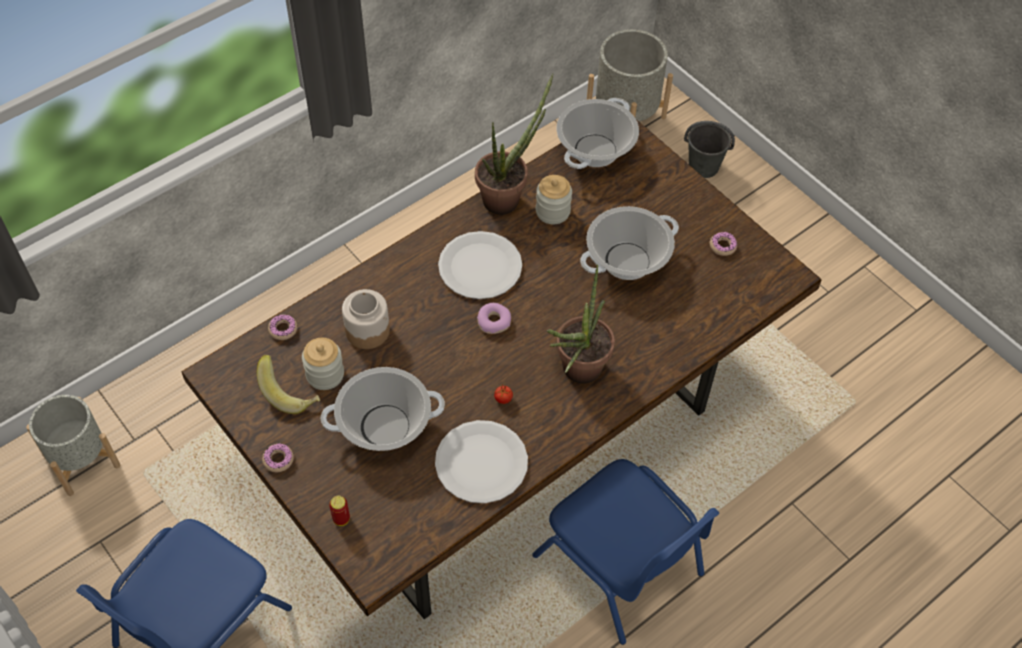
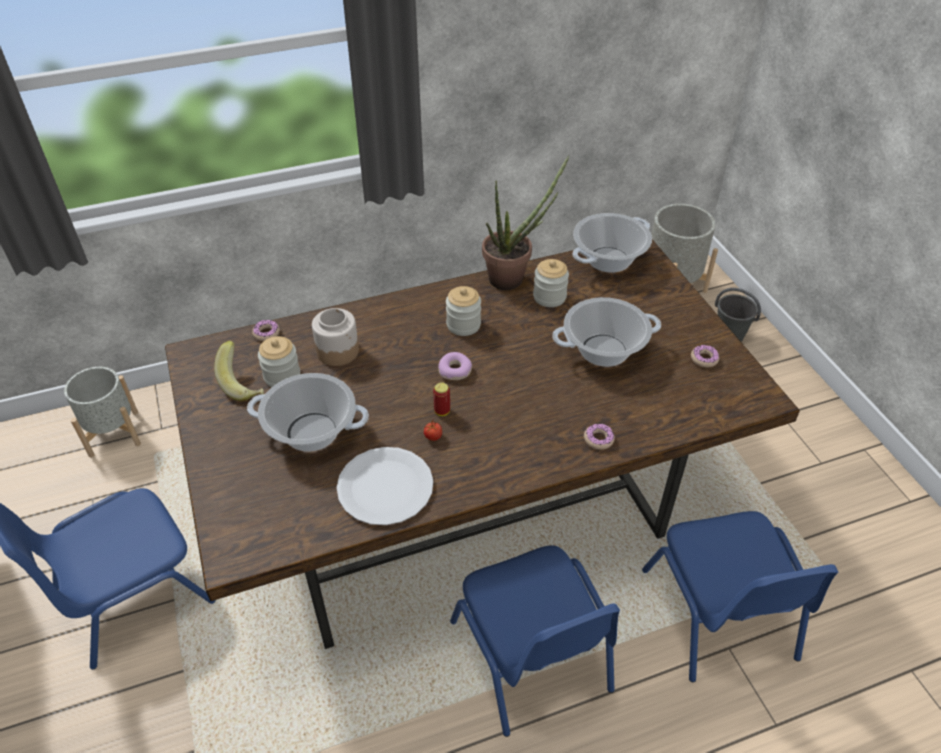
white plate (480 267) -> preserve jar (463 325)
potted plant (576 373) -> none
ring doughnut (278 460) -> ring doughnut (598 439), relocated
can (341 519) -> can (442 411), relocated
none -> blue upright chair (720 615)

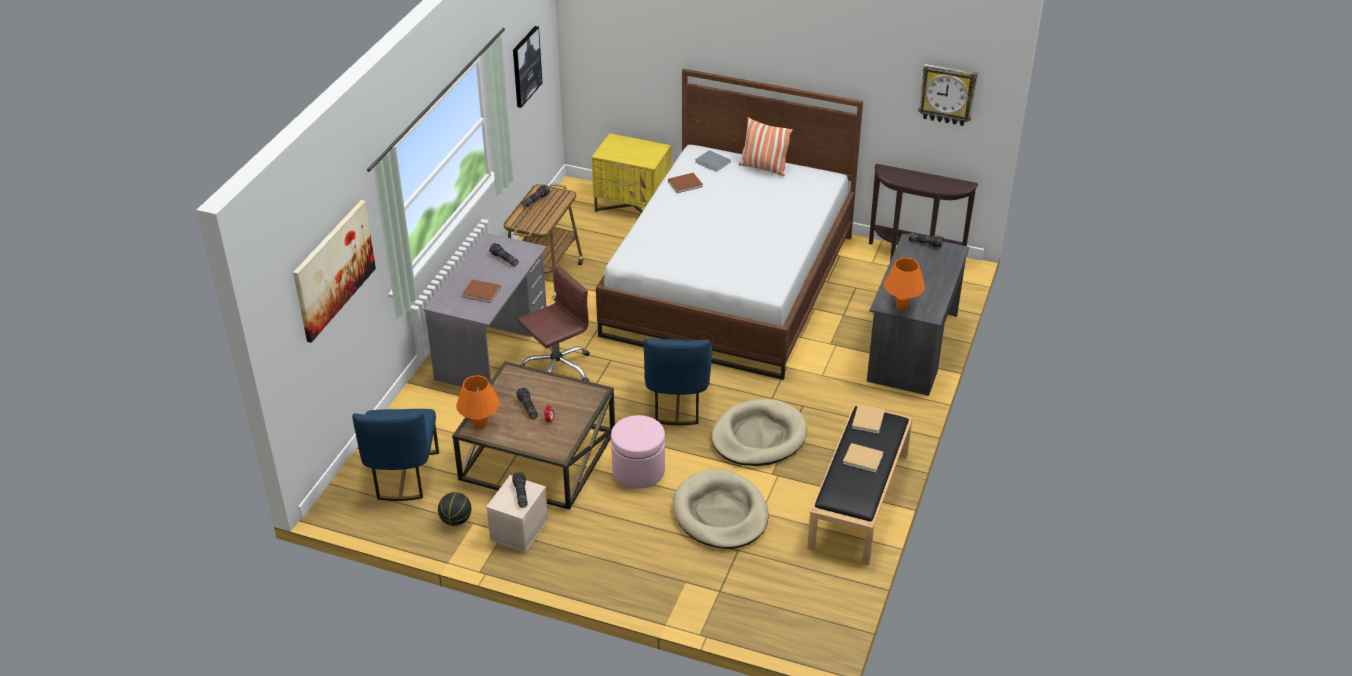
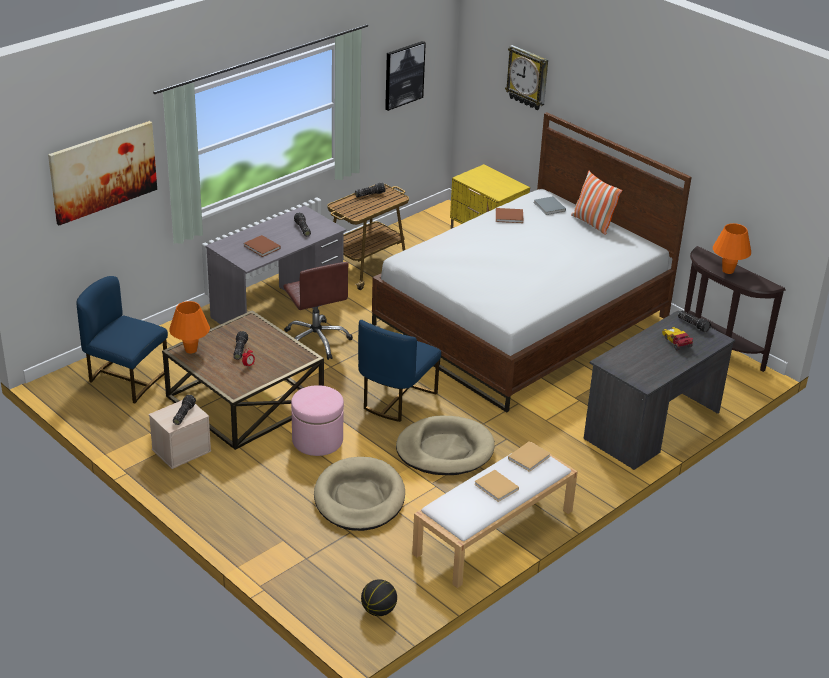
clock on the wall (947 94) -> clock on the wall (528 78), relocated
orange tabletop lamp (901 306) -> orange tabletop lamp (727 271), relocated
brownish office chair (557 368) -> brownish office chair (316 340), 75 degrees clockwise
black long seat (859 501) -> white long seat (493 533)
blue upright chair (403 475) -> blue upright chair (126 379), 90 degrees clockwise
basketball (456 520) -> basketball (378 610), relocated
none -> model car (677 342)

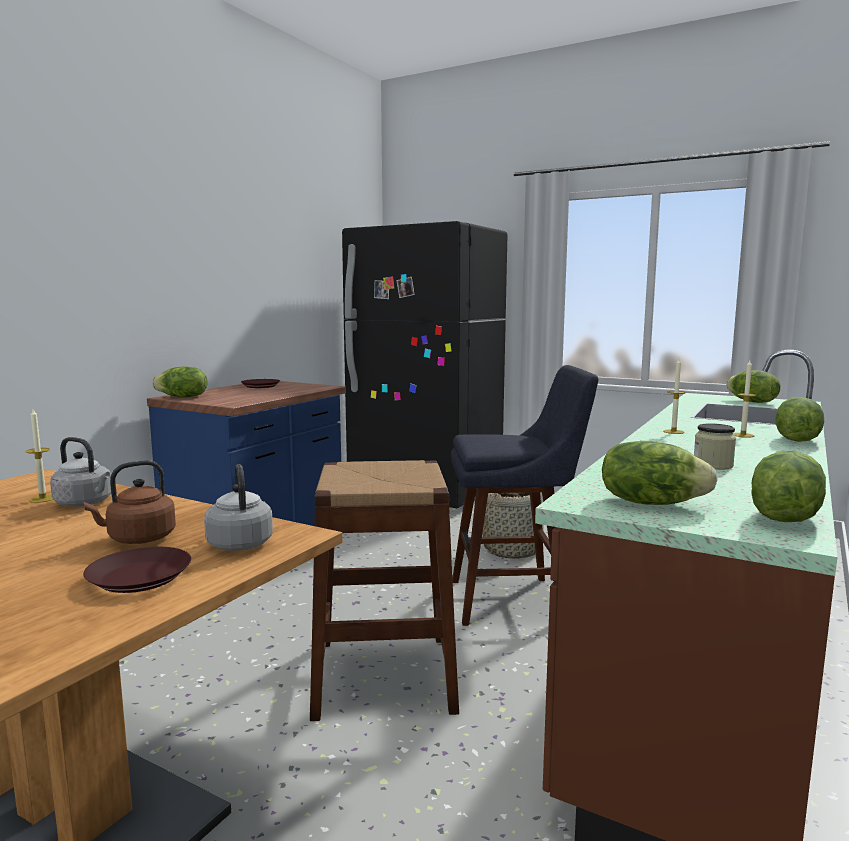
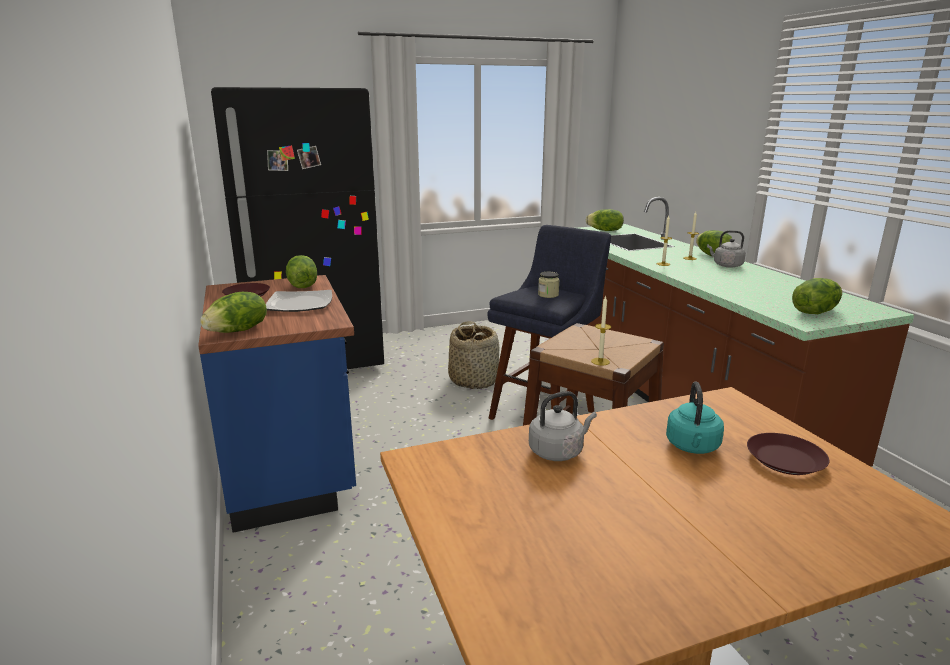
wax light (43 499) -> wax light (600 361), relocated
preserve jar (713 465) -> preserve jar (548 295), relocated
lettuce (783 516) -> lettuce (302 286), relocated
brownish kettle (138 539) -> blue-green kettle (692 447)
gray kettle (240 543) -> gray kettle (726 265), relocated
none -> plate (299 304)

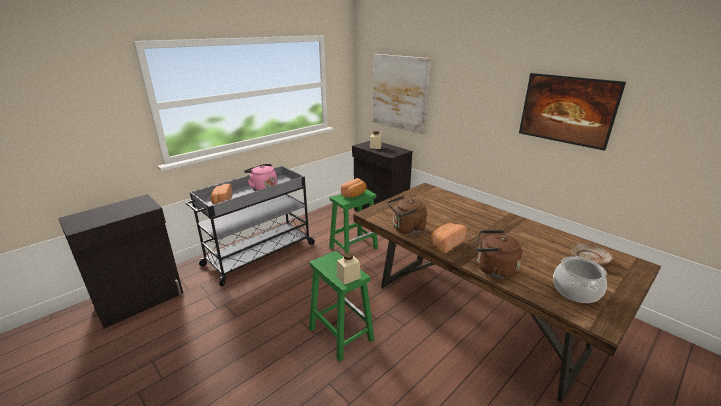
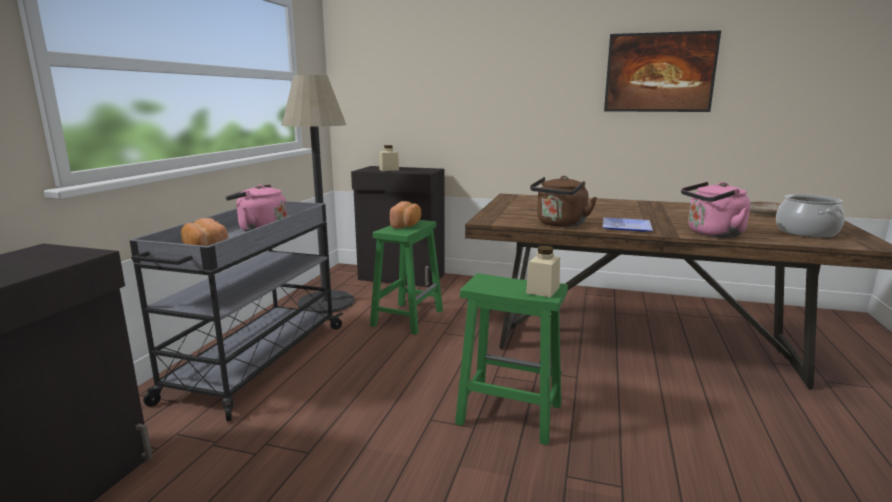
wall picture (400 93) -> none
baked bread (446 244) -> plate (628 227)
brownish kettle (493 269) -> pink-coloured kettle (712 233)
none -> floor lamp (326 302)

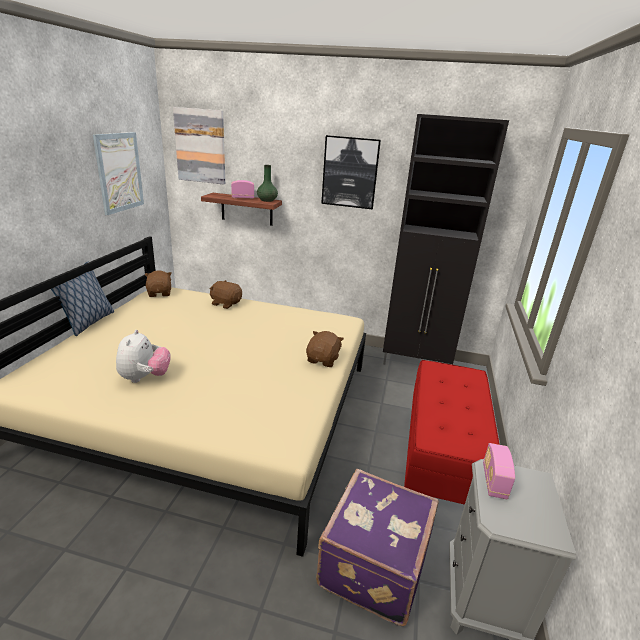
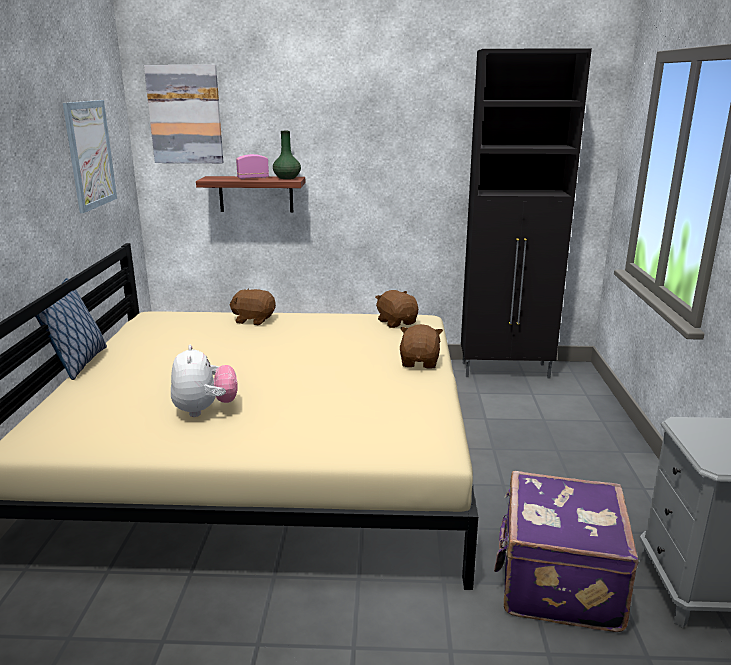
wall picture (350 172) -> none
brownish plush toy (160 293) -> brownish plush toy (397 322), relocated
red long seat (441 460) -> none
radio (494 481) -> none

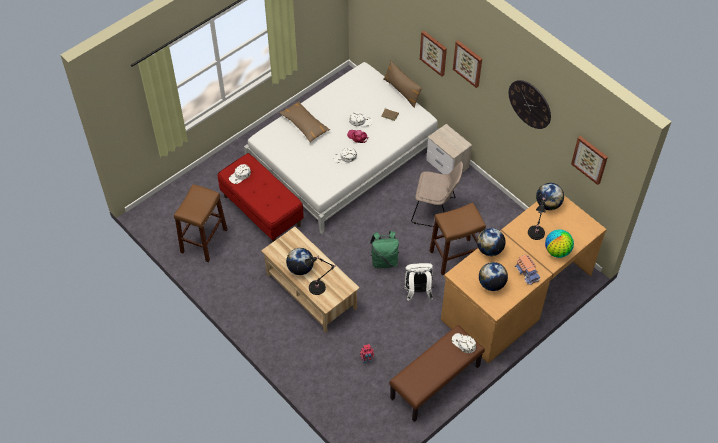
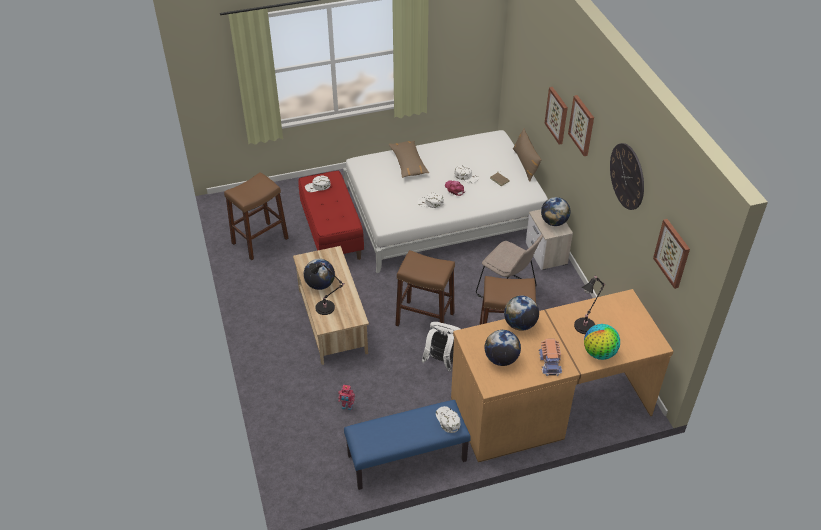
desk globe (548 204) -> desk globe (554 222), relocated
green-coloured rucksack (384 260) -> brownish stool seat (425 319)
brownish long seat (435 382) -> blue long seat (406 459)

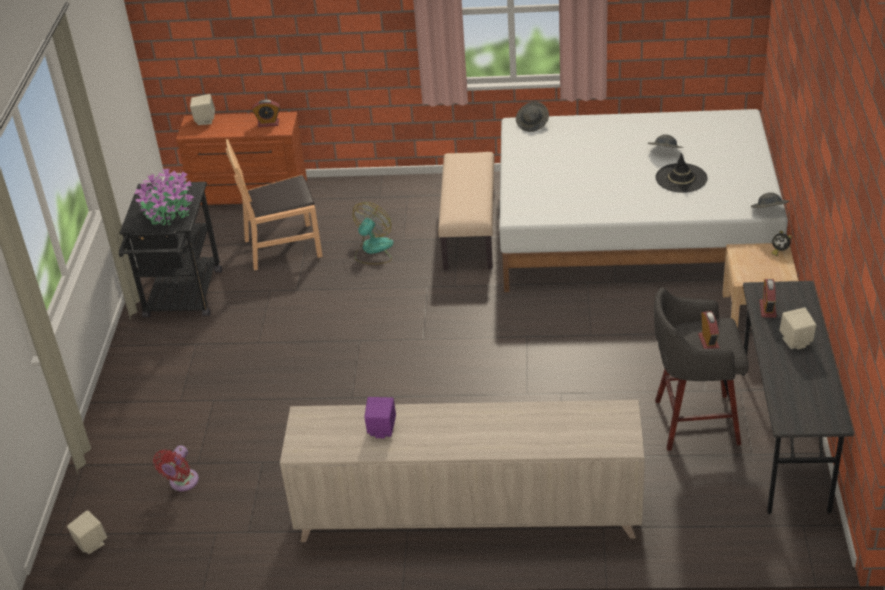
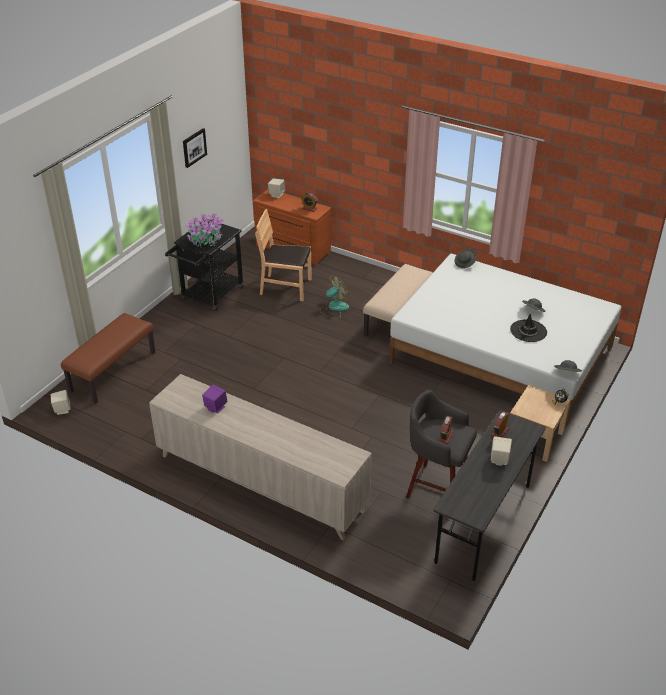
red cooling fan (182 483) -> none
none -> wall picture (194 147)
none -> brownish long seat (113 372)

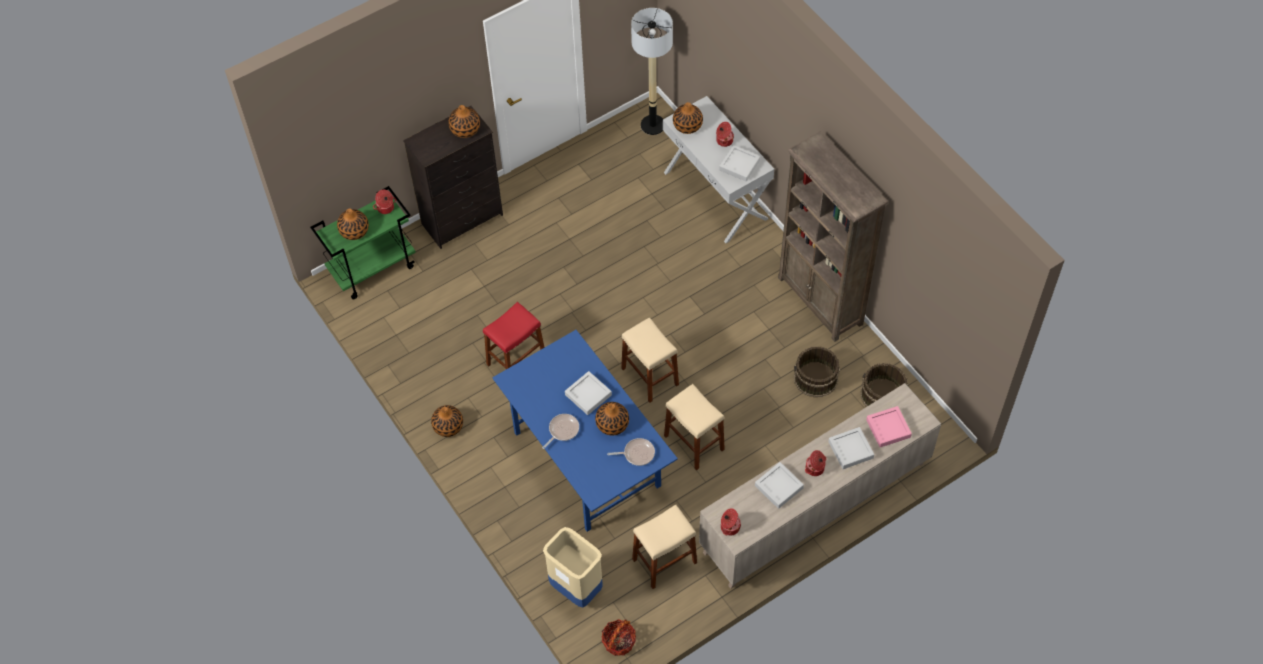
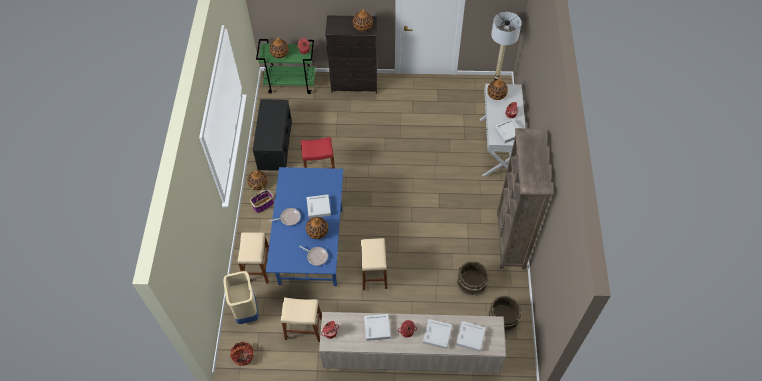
beige stool seat (650 376) -> beige stool seat (258 268), relocated
pink-coloured serving tray (888 428) -> gray serving tray (470 337)
none -> black long seat (274 144)
none -> household basket (263 204)

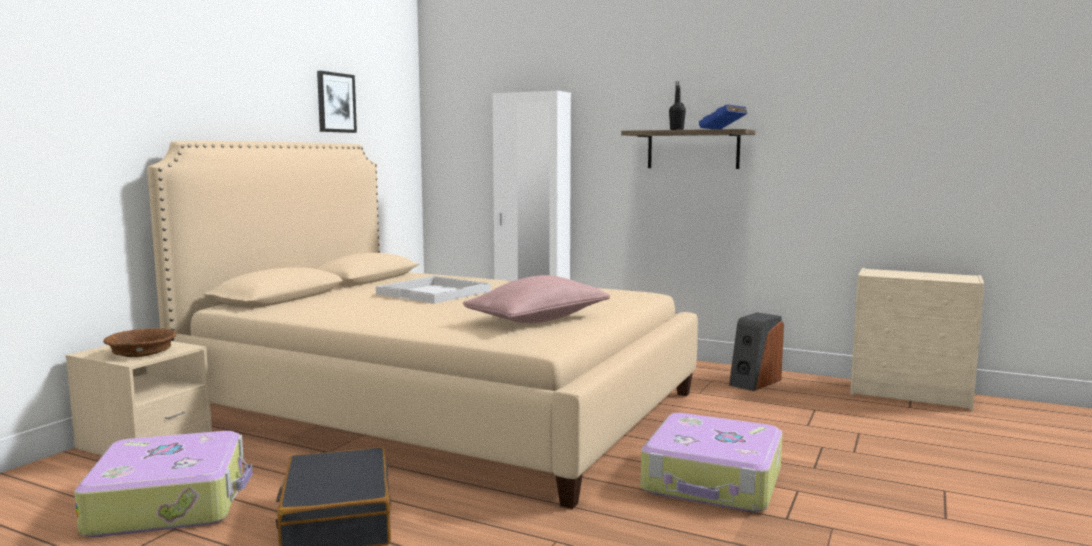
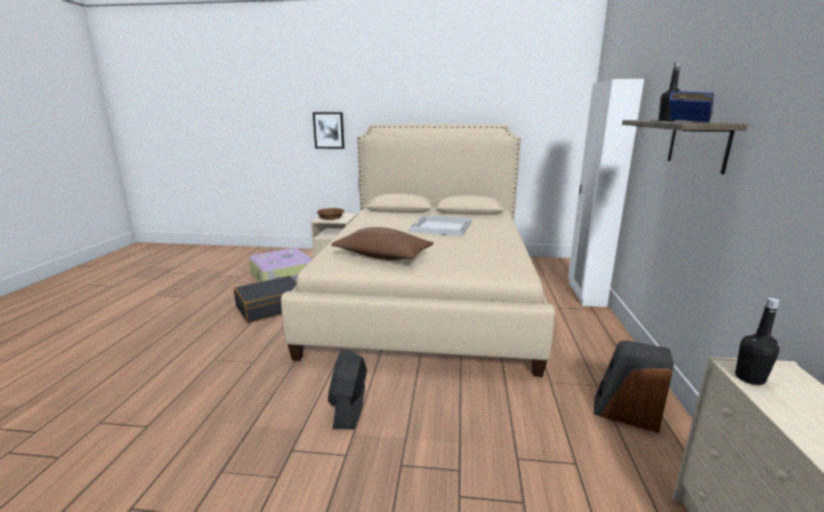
wall picture (336 102) -> wall picture (329 130), relocated
pink-coloured pillow (538 320) -> brownish pillow (383 257)
suitcase (713 481) -> black cooling fan (349 408)
none -> black drink bottle (749 378)

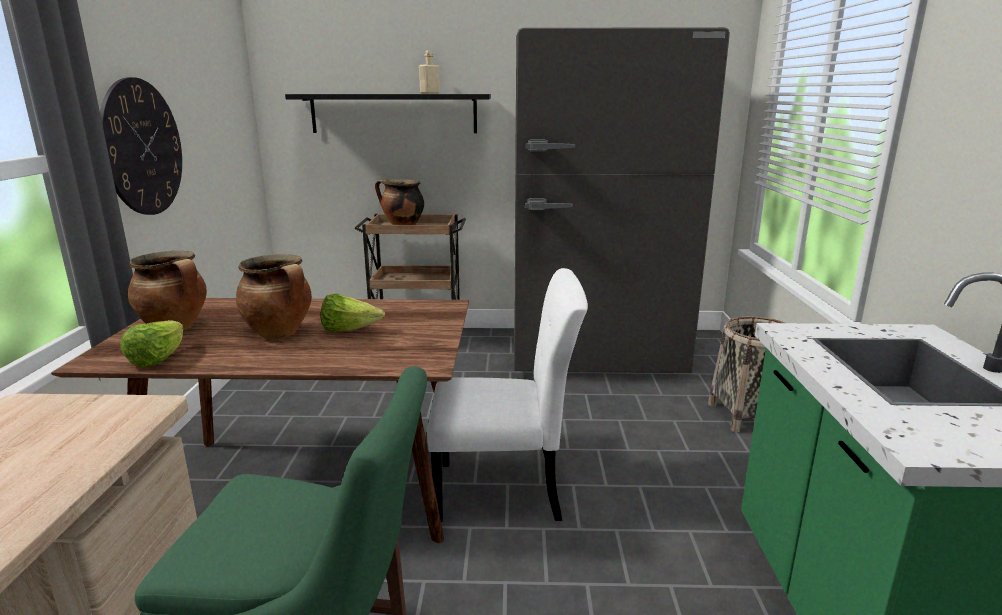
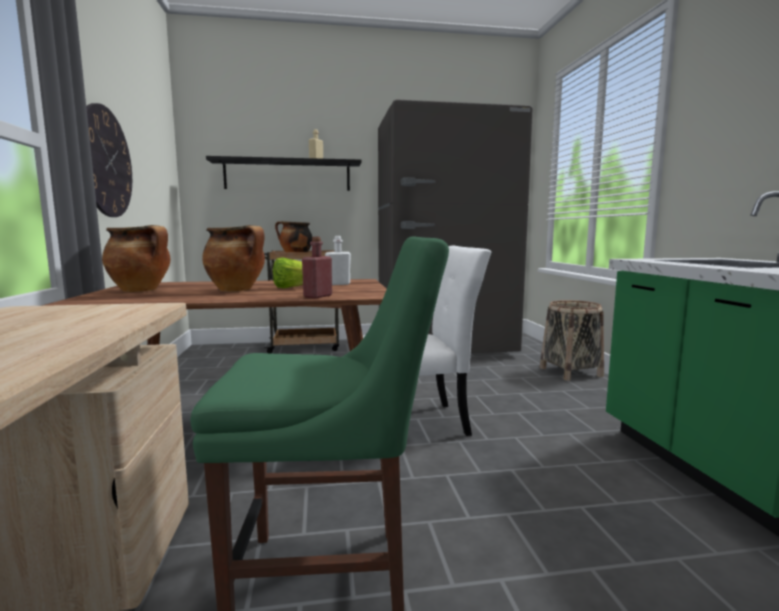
lettuce (158 359) -> none
none -> white drink bottle (338 284)
none -> red drink bottle (317 296)

